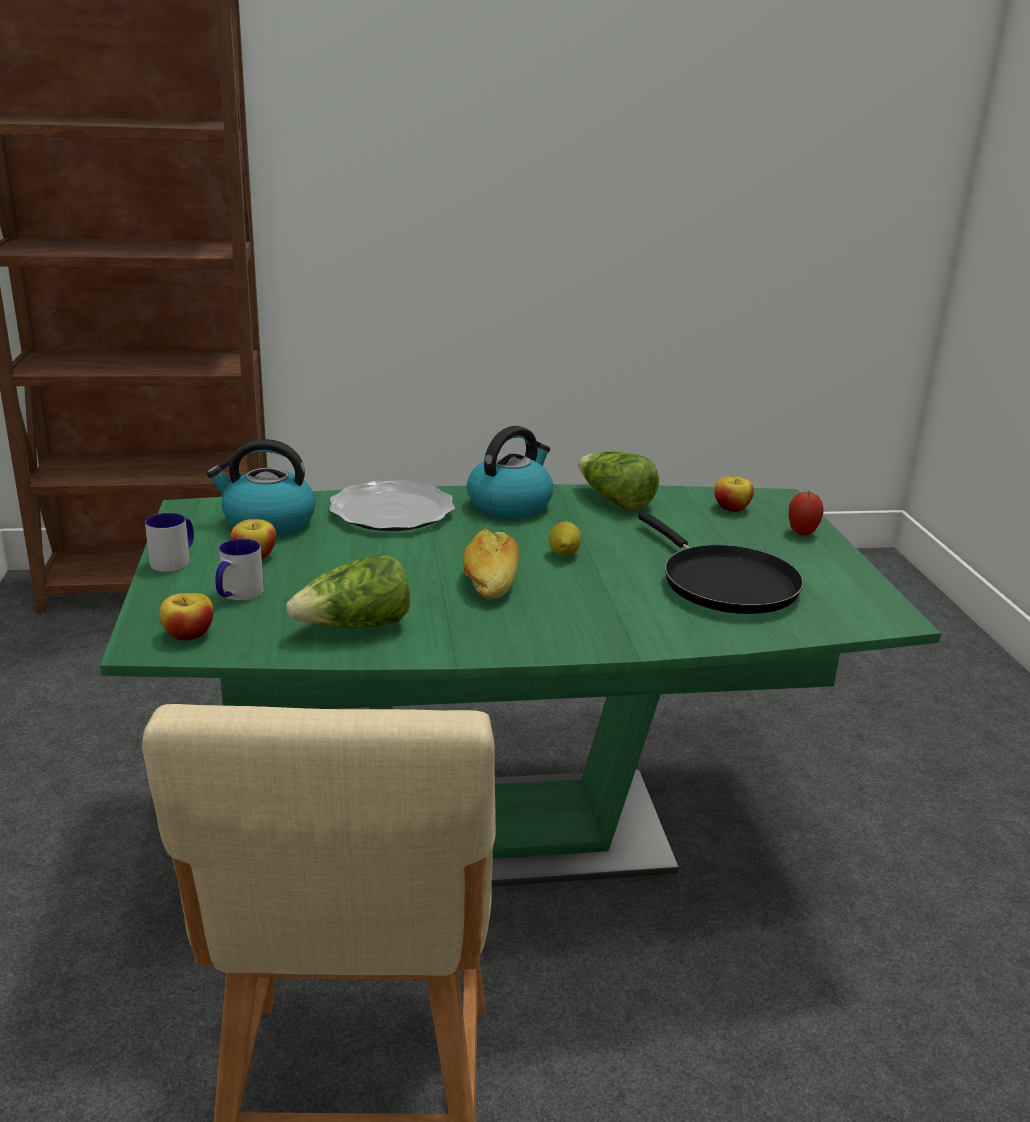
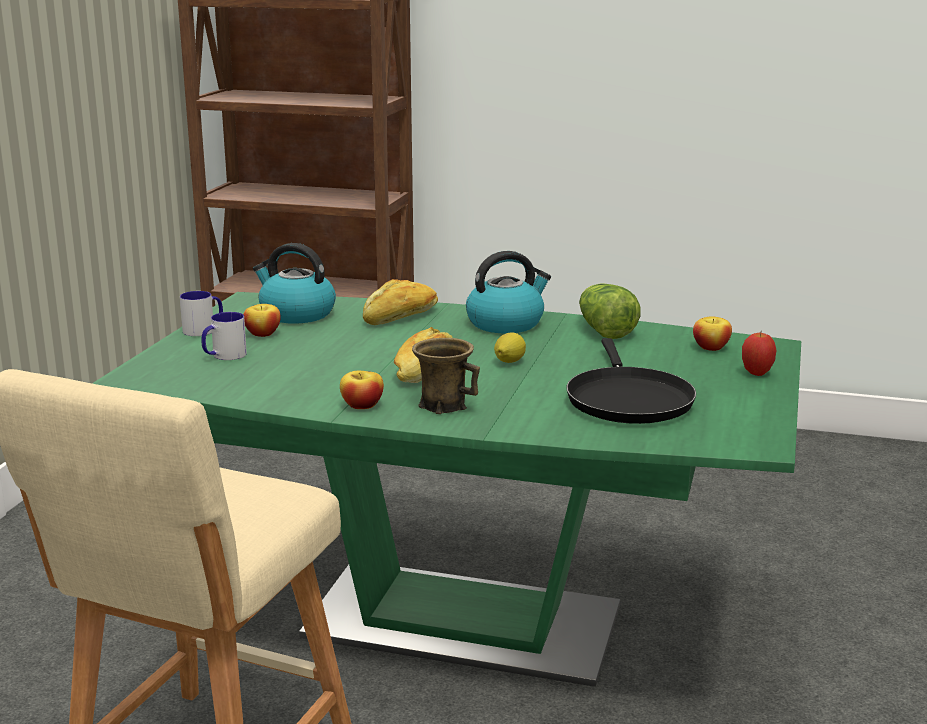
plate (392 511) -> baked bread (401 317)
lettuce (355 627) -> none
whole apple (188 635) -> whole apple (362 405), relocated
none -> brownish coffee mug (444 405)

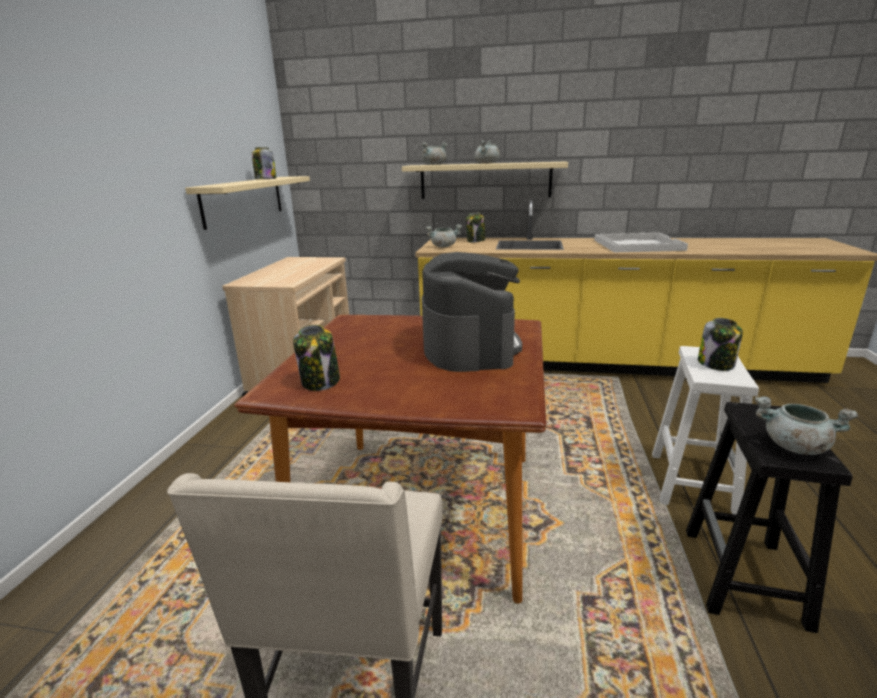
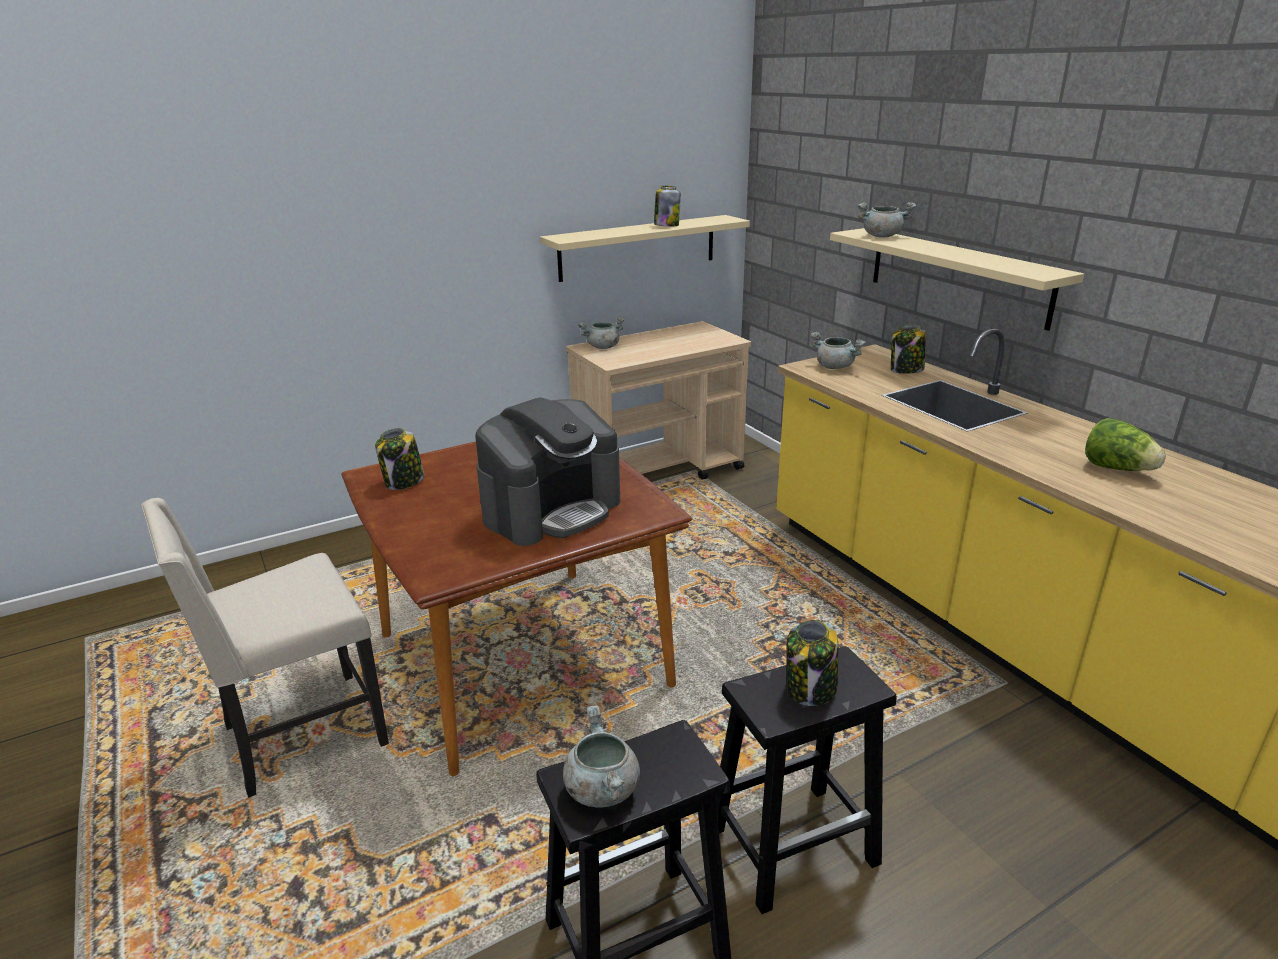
gray saucepot (487 163) -> gray saucepot (603 347), relocated
white serving tray (636 245) -> lettuce (1117 469)
white stool seat (691 481) -> black stool seat (794 844)

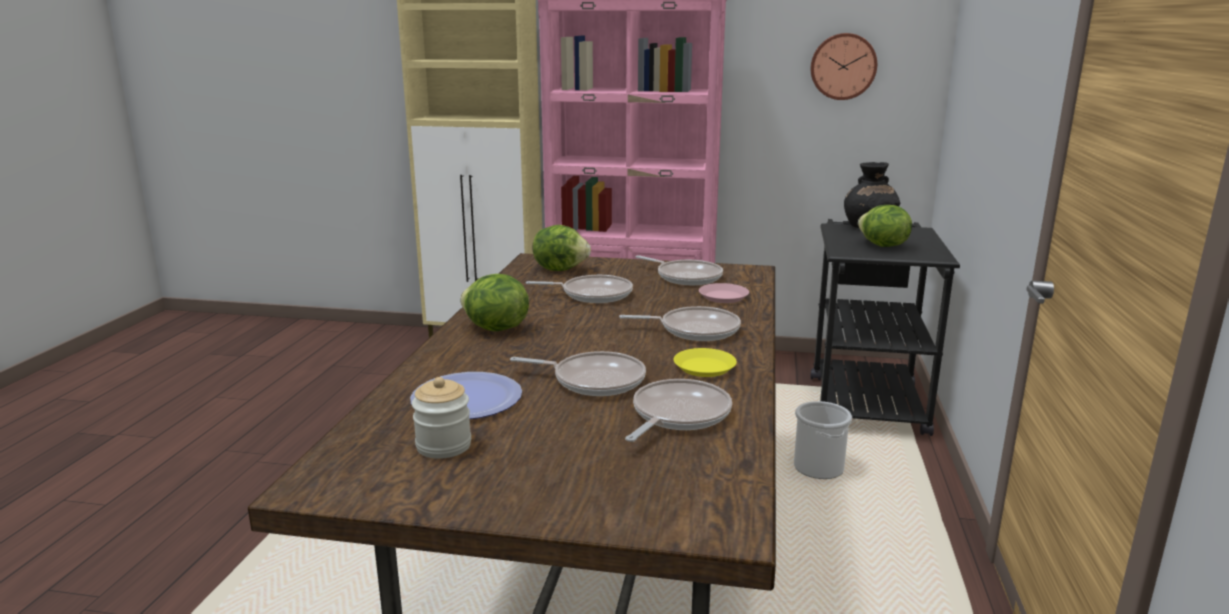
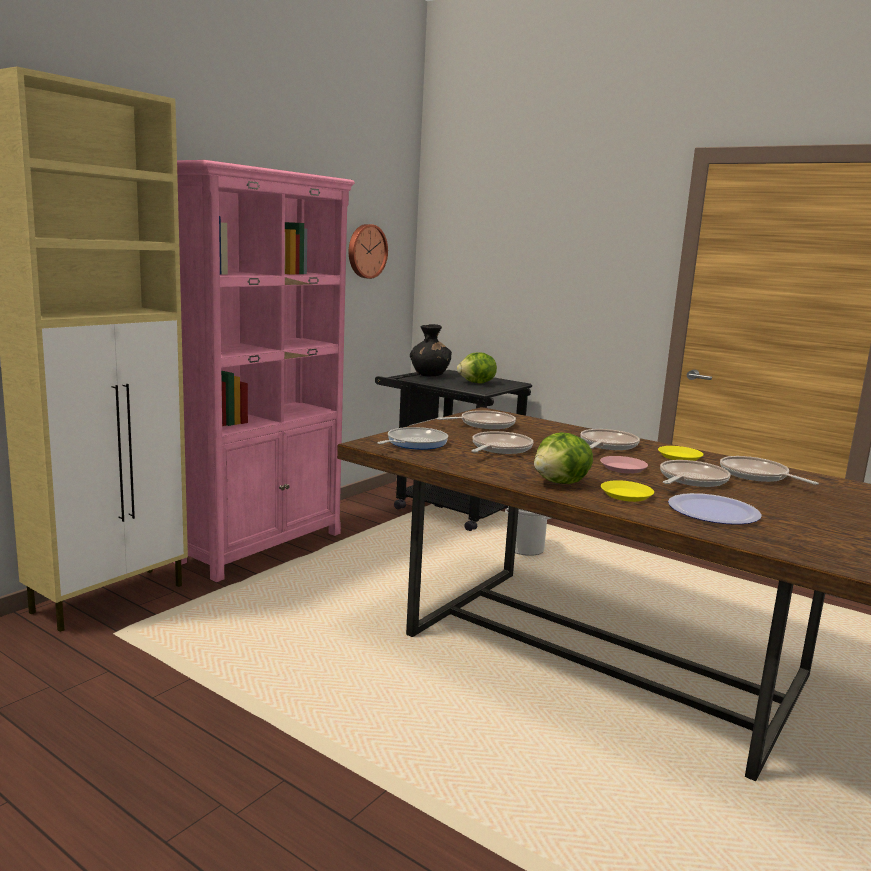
lettuce (560 269) -> pan (414 443)
pink-coloured plate (723 297) -> pink-coloured plate (623 468), relocated
preserve jar (443 446) -> none
none -> yellow-coloured plate (626 495)

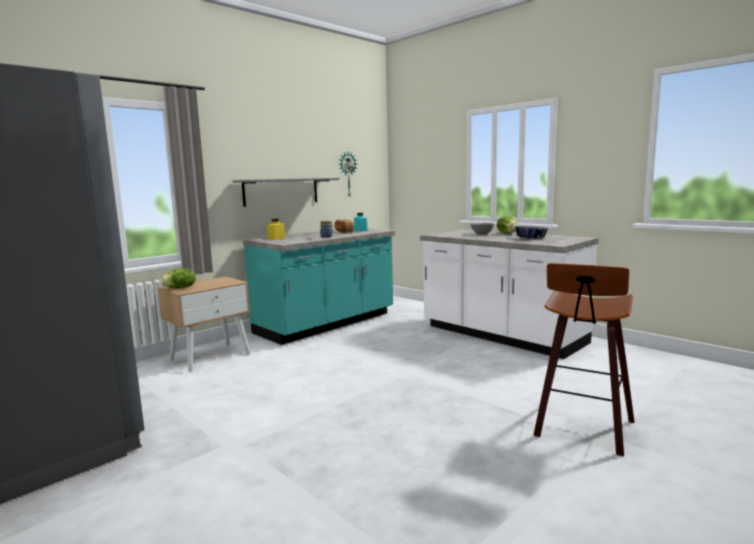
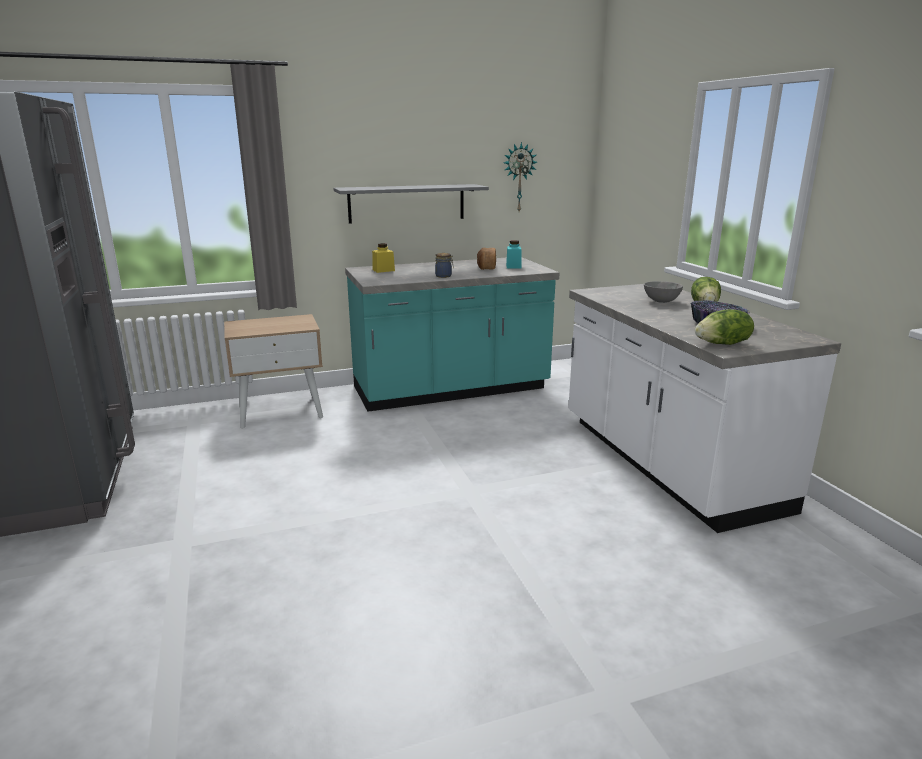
stool seat (582 429) -> none
lettuce (180 288) -> lettuce (723 344), relocated

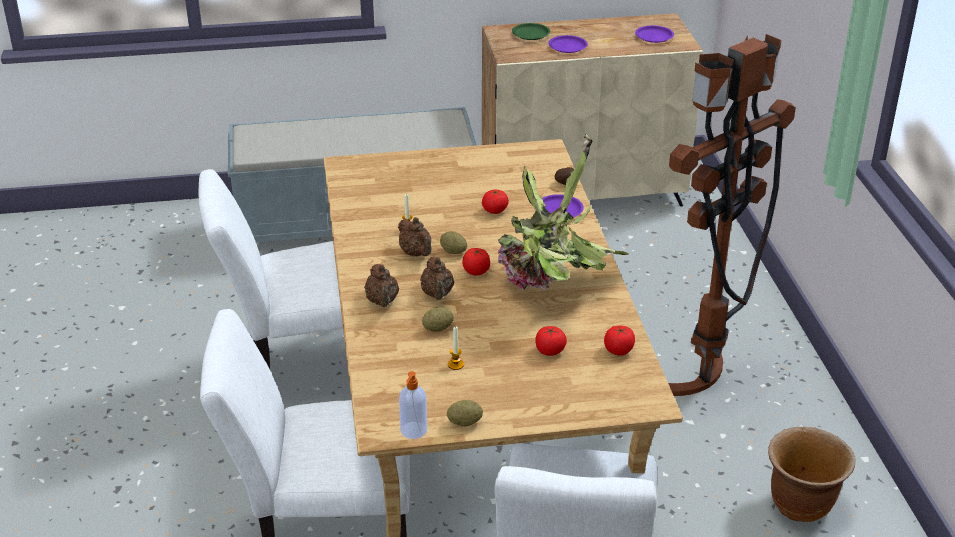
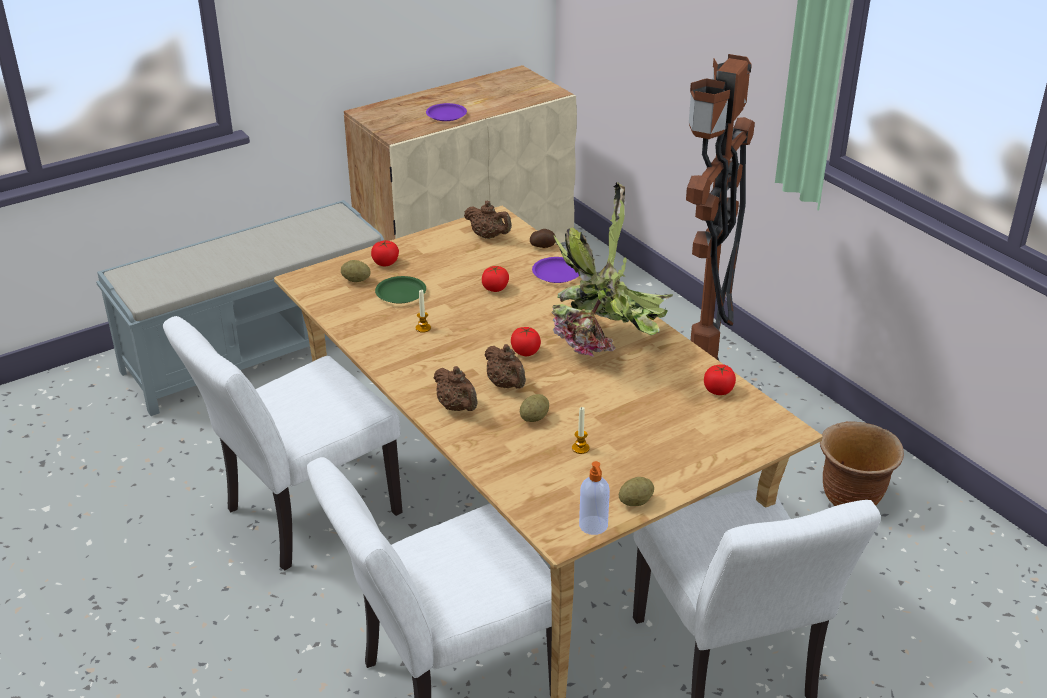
green-coloured plate (530 34) -> green-coloured plate (400 293), relocated
purple plate (653 36) -> none
brownish pot for tea (416 254) -> brownish pot for tea (488 236), relocated
potato (453 252) -> potato (356 280), relocated
whole tomato (550 351) -> whole tomato (385 263), relocated

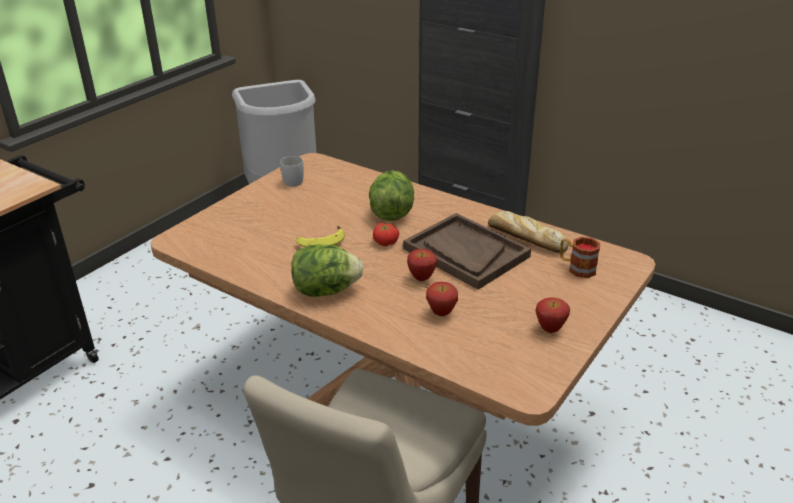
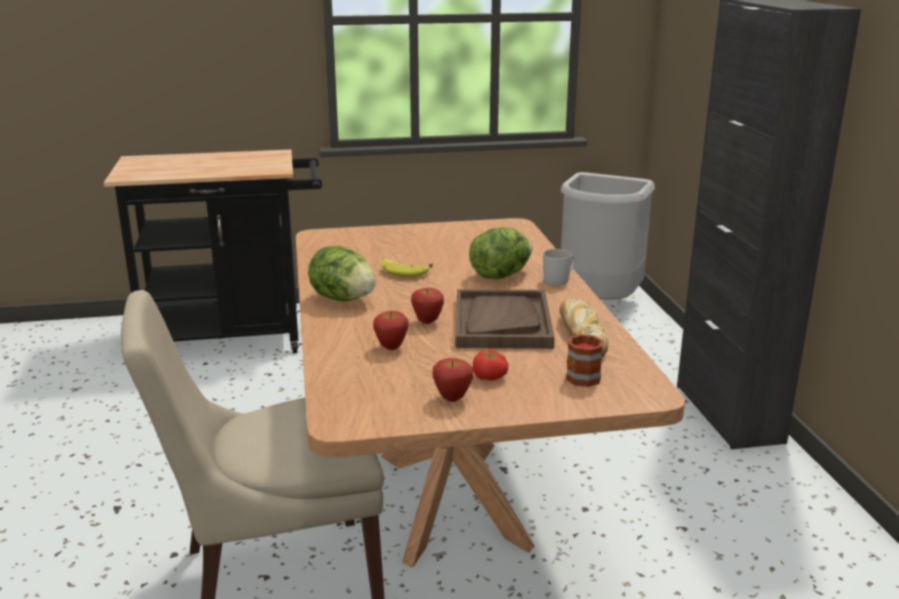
white coffee mug (294 180) -> white coffee mug (559 280), relocated
whole tomato (386 242) -> whole tomato (490 376), relocated

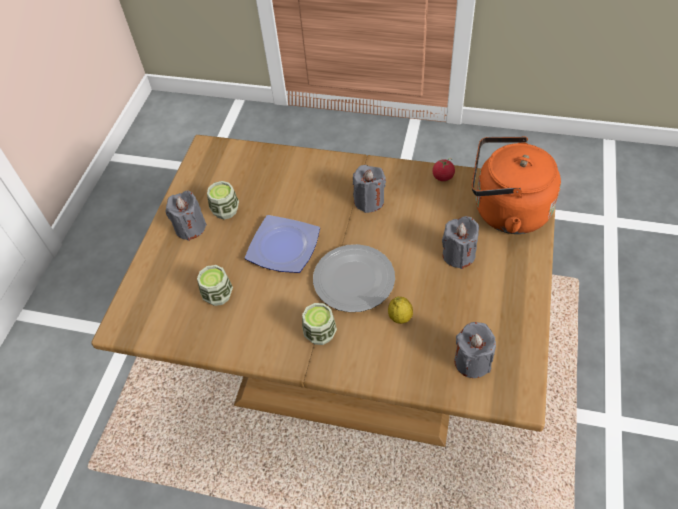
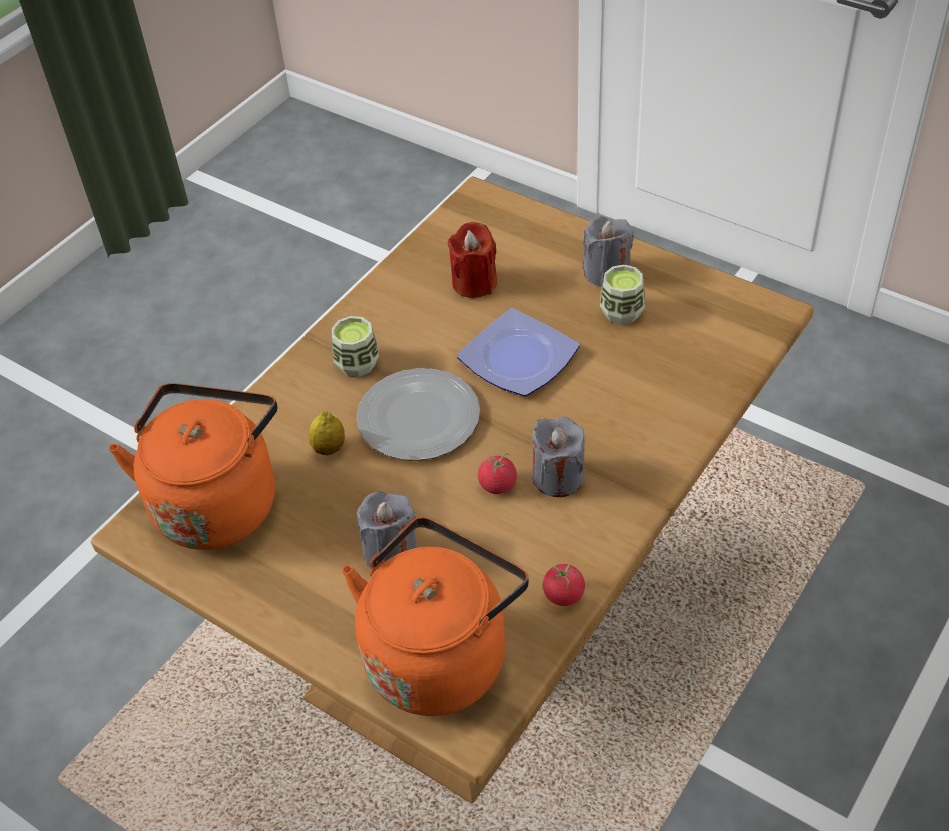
small cup (218 295) -> red wax light (474 283)
gray wax light (472 361) -> orange kettle (217 501)
none -> whole tomato (497 485)

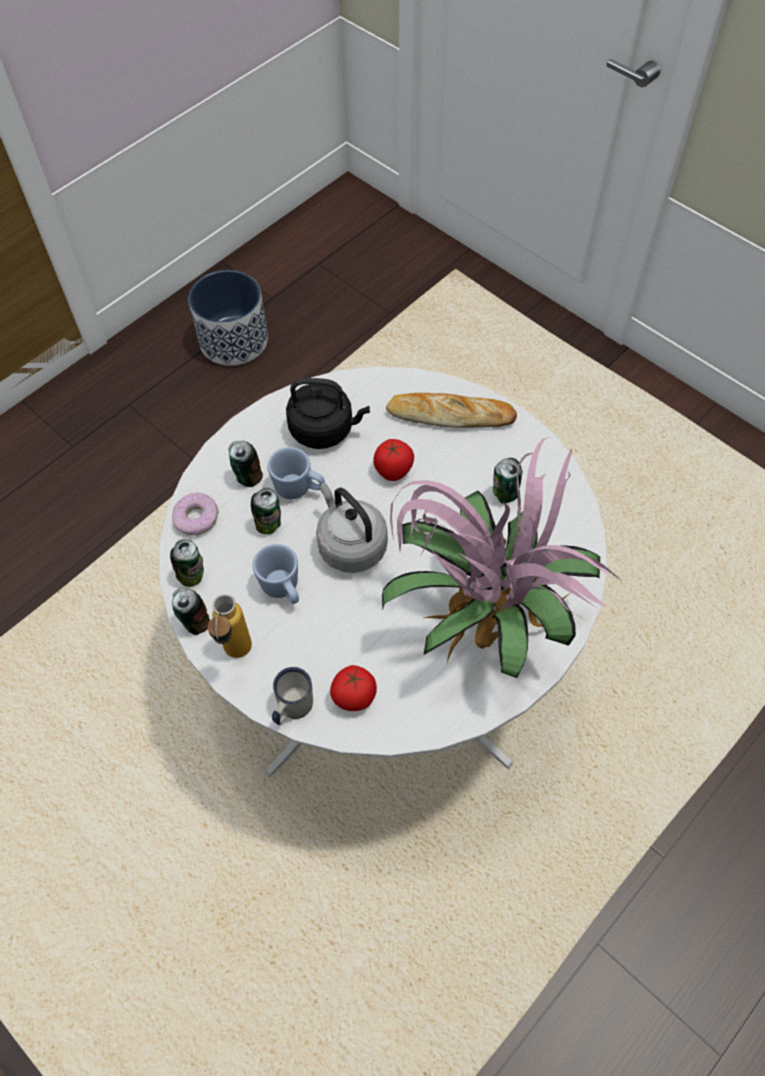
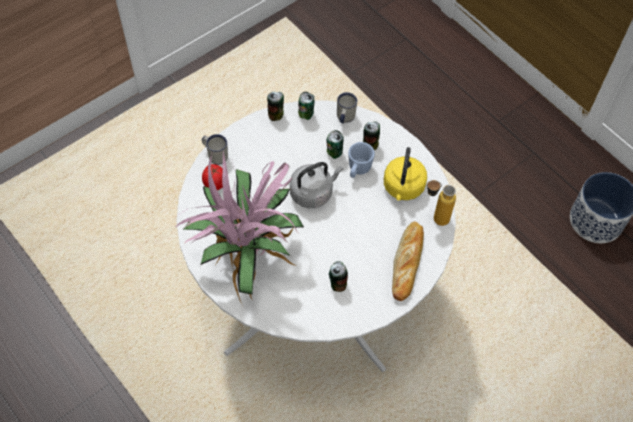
black kettle (325 429) -> yellow-coloured kettle (403 188)
whole tomato (393 471) -> none
ring doughnut (197 518) -> white coffee mug (344 118)
blue coffee mug (283 590) -> none
drink bottle (236 657) -> drink bottle (434 218), relocated

